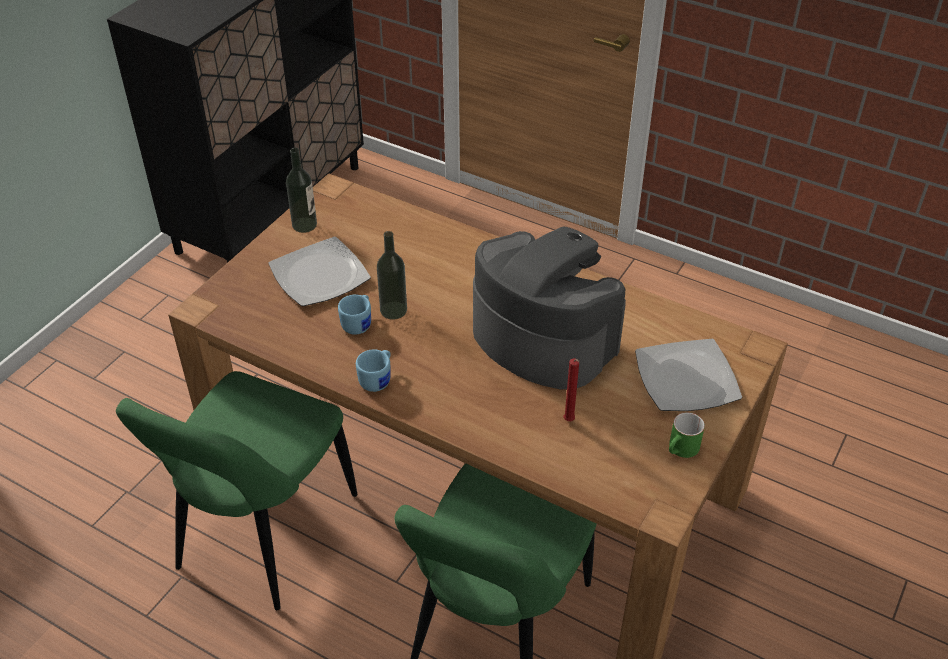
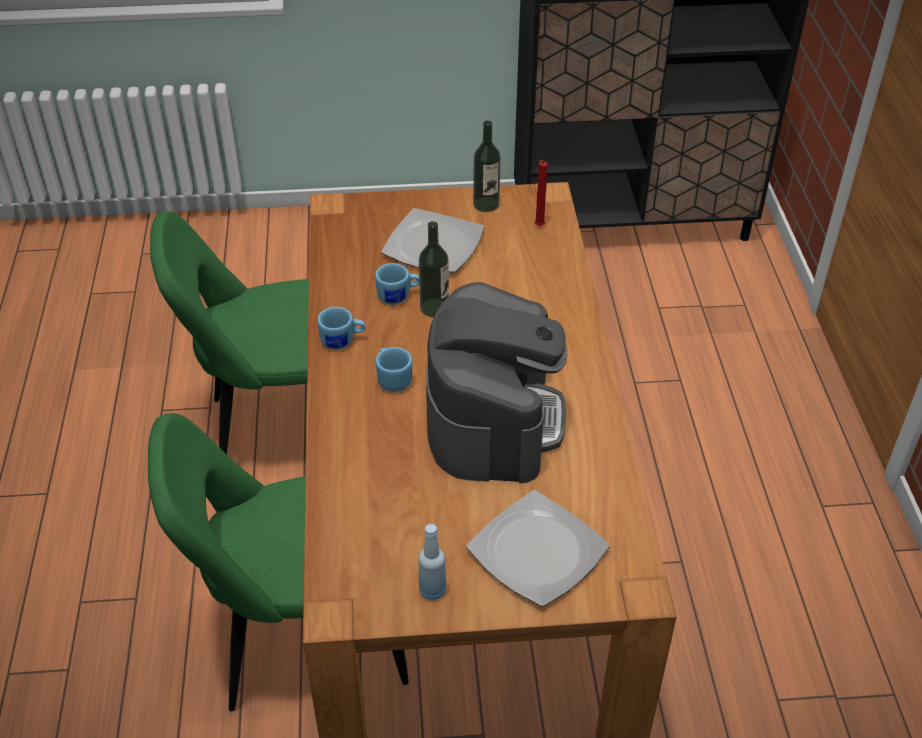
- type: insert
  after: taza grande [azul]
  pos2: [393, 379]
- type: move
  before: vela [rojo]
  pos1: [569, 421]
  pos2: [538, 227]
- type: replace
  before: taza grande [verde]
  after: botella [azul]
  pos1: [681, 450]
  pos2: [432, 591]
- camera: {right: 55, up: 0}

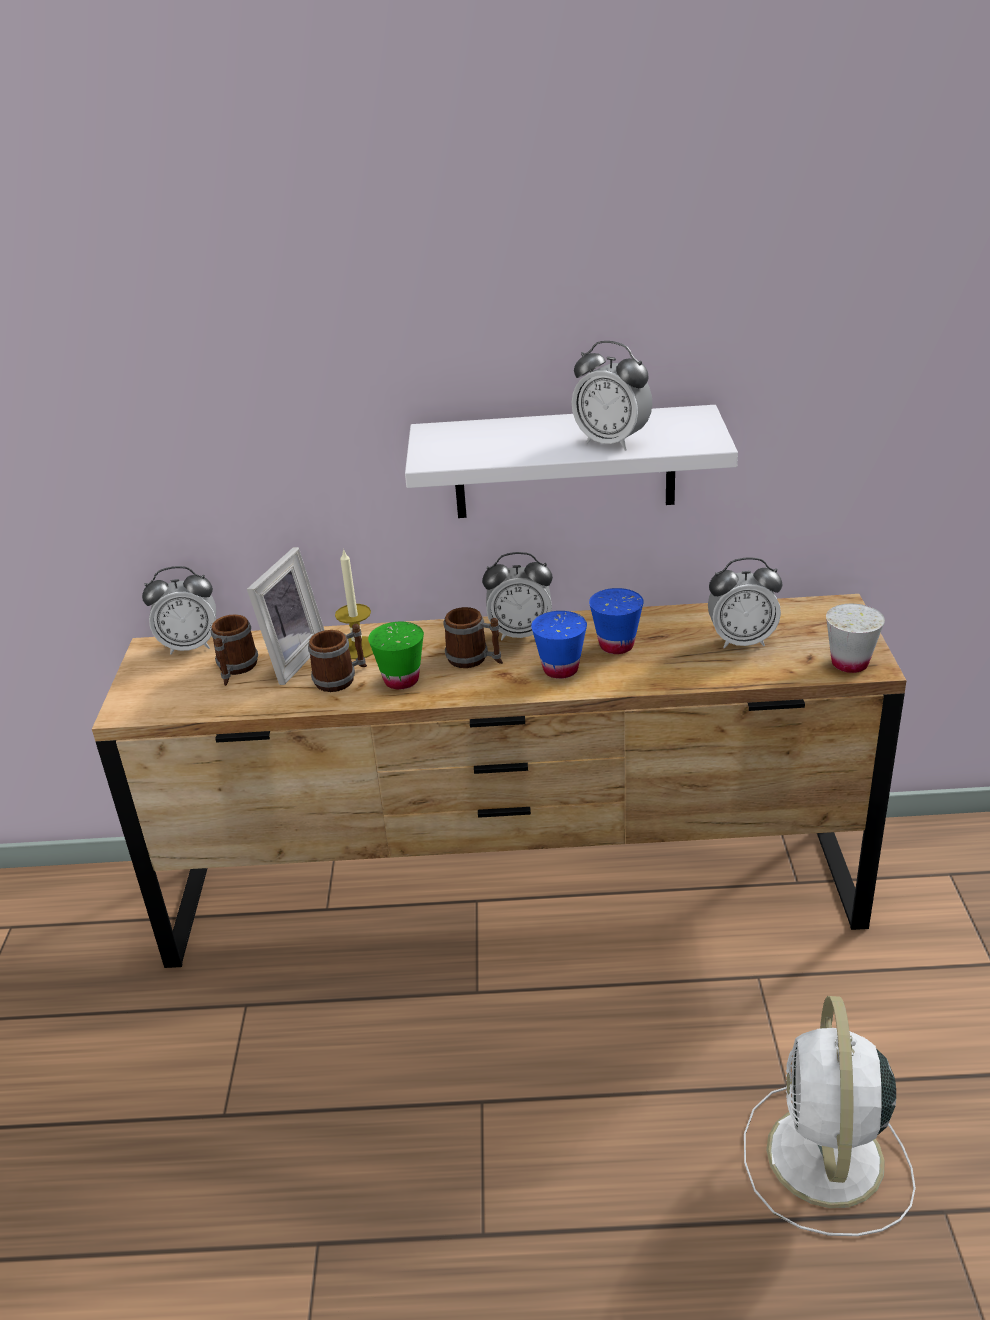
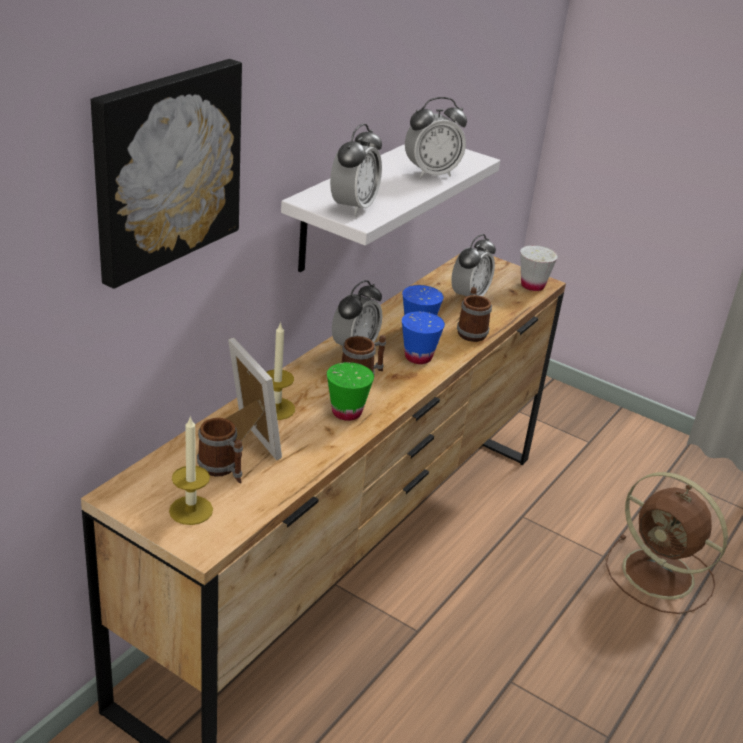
- type: insert
  after: cuadro
  pos2: [165, 168]
- type: insert
  after: vela
  pos2: [191, 510]
- type: move
  before: despertador
  pos1: [190, 646]
  pos2: [353, 207]
- type: move
  before: taza grande
  pos1: [341, 678]
  pos2: [471, 331]
- type: recolor
  before: ventilador [blanco]
  after: ventilador [marrón]
  pos1: [825, 1161]
  pos2: [661, 575]
- camera: {right: -60, up: 0}

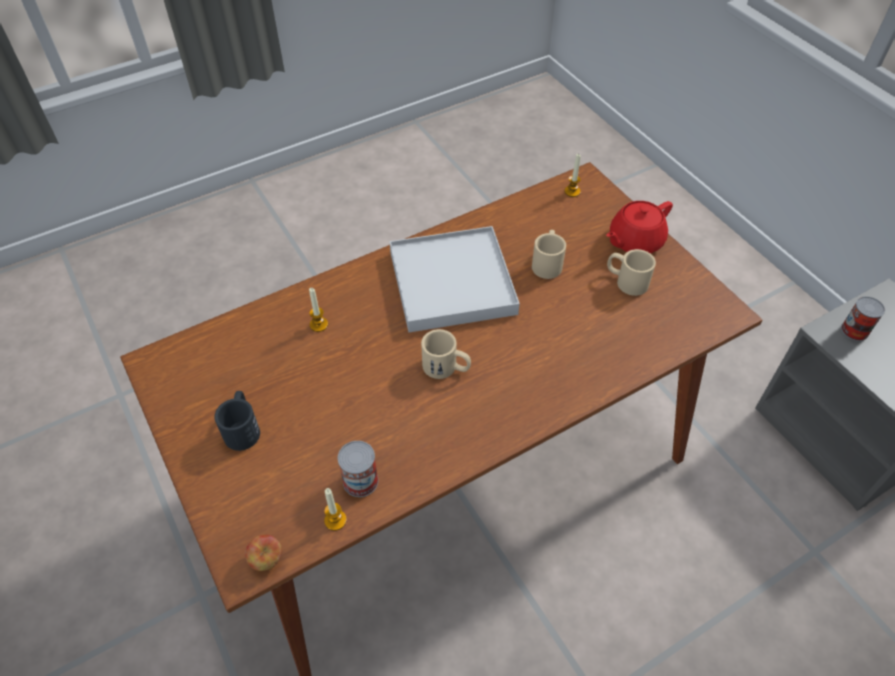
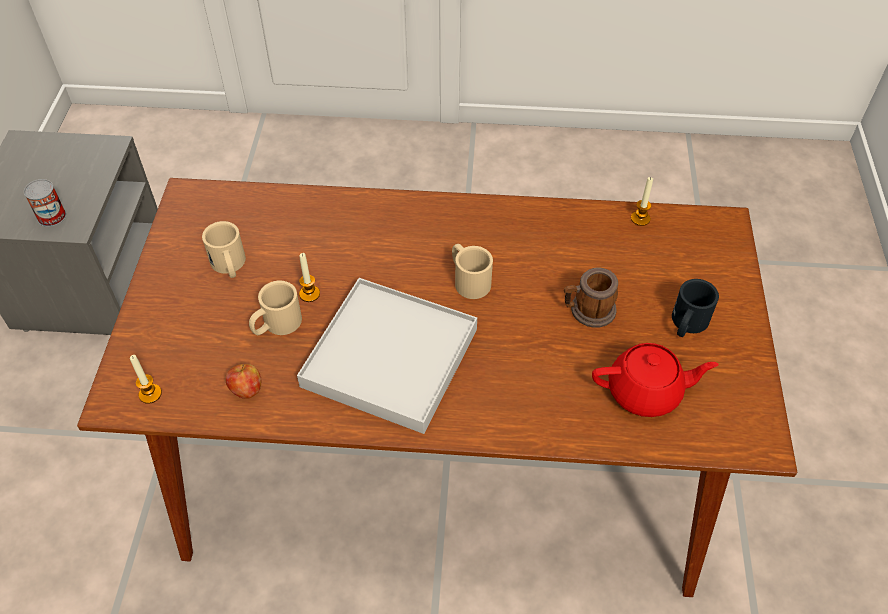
- type: delete
  before: lata
  pos1: [360, 481]
- type: insert
  after: taza grande
  pos2: [588, 311]
- type: move
  before: manzana
  pos1: [266, 559]
  pos2: [246, 390]
- type: move
  before: vela
  pos1: [319, 324]
  pos2: [309, 294]
- type: move
  before: tetera [rojo]
  pos1: [634, 241]
  pos2: [645, 392]
- camera: {right: -145, up: 0}

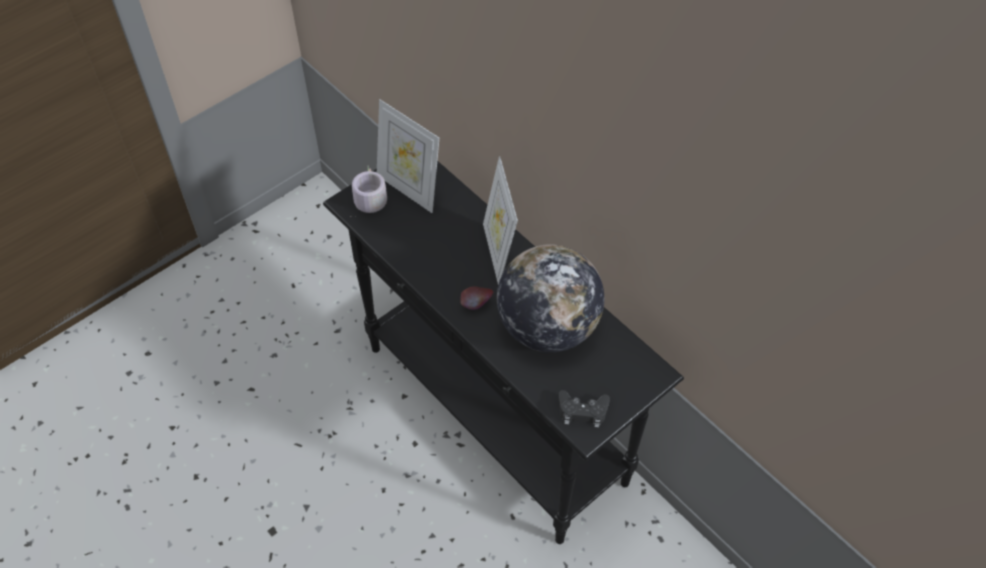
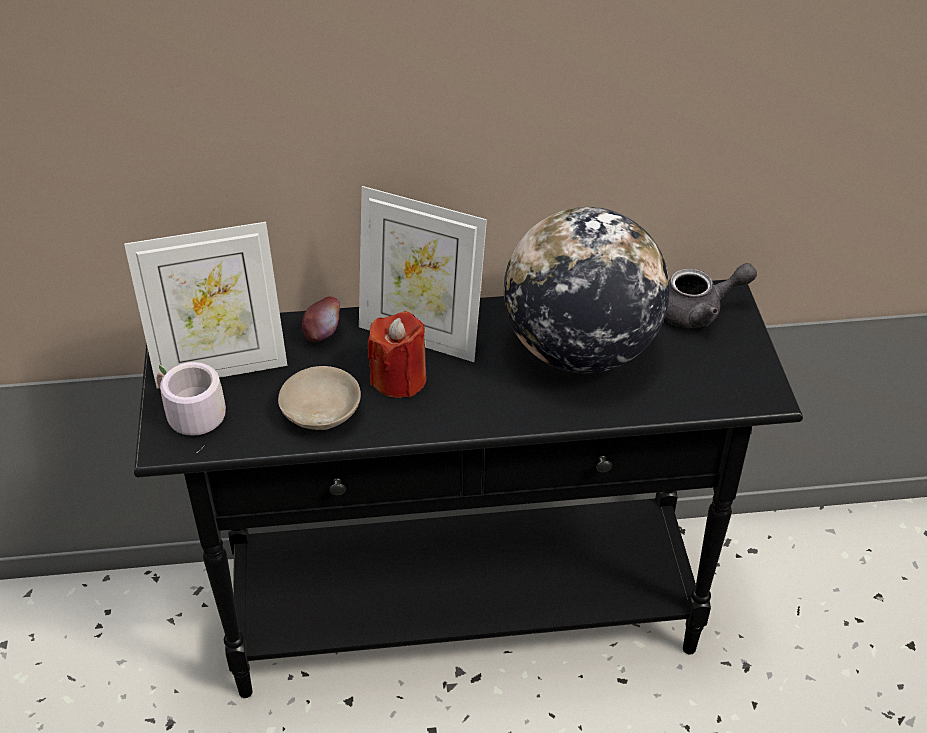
- type: delete
  before: mando de consola [negro]
  pos1: [582, 411]
- type: insert
  after: cuenco [beis]
  pos2: [324, 411]
- type: insert
  after: vela [rojo]
  pos2: [399, 379]
- type: insert
  after: tetera [gris]
  pos2: [698, 311]
- type: move
  before: manzana
  pos1: [476, 305]
  pos2: [322, 334]
- camera: {right: -55, up: -10}

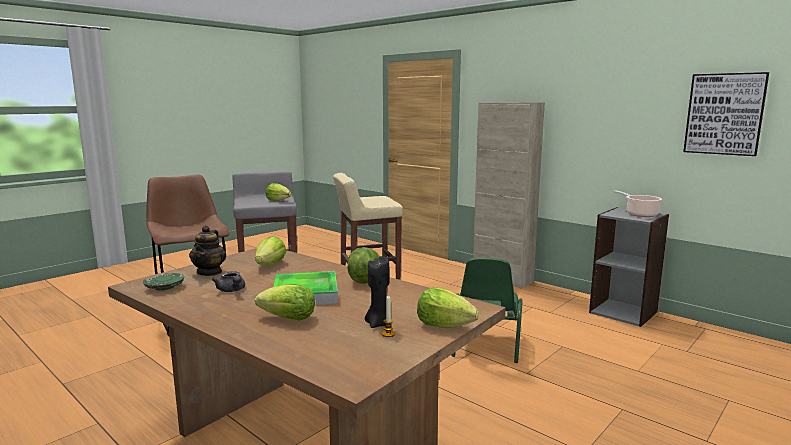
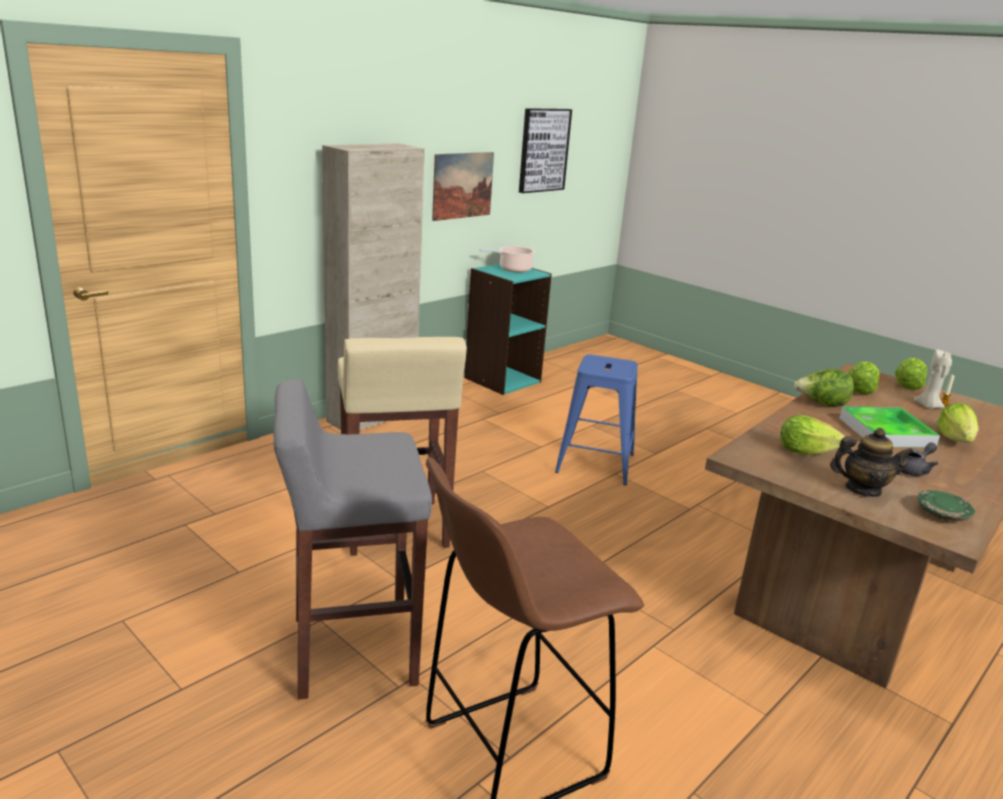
- type: insert
  after: cuadro
  pos2: [462, 185]
- type: move
  before: lechuga
  pos1: [278, 201]
  pos2: [860, 390]
- type: replace
  before: silla [verde]
  after: taburete [azul]
  pos1: [485, 345]
  pos2: [595, 463]
- type: recolor
  before: vela [negro]
  after: vela [beis]
  pos1: [378, 324]
  pos2: [928, 406]
- type: recolor
  before: estantería [gris]
  after: estantería [turquesa]
  pos1: [623, 312]
  pos2: [502, 379]
- camera: {right: -90, up: 10}

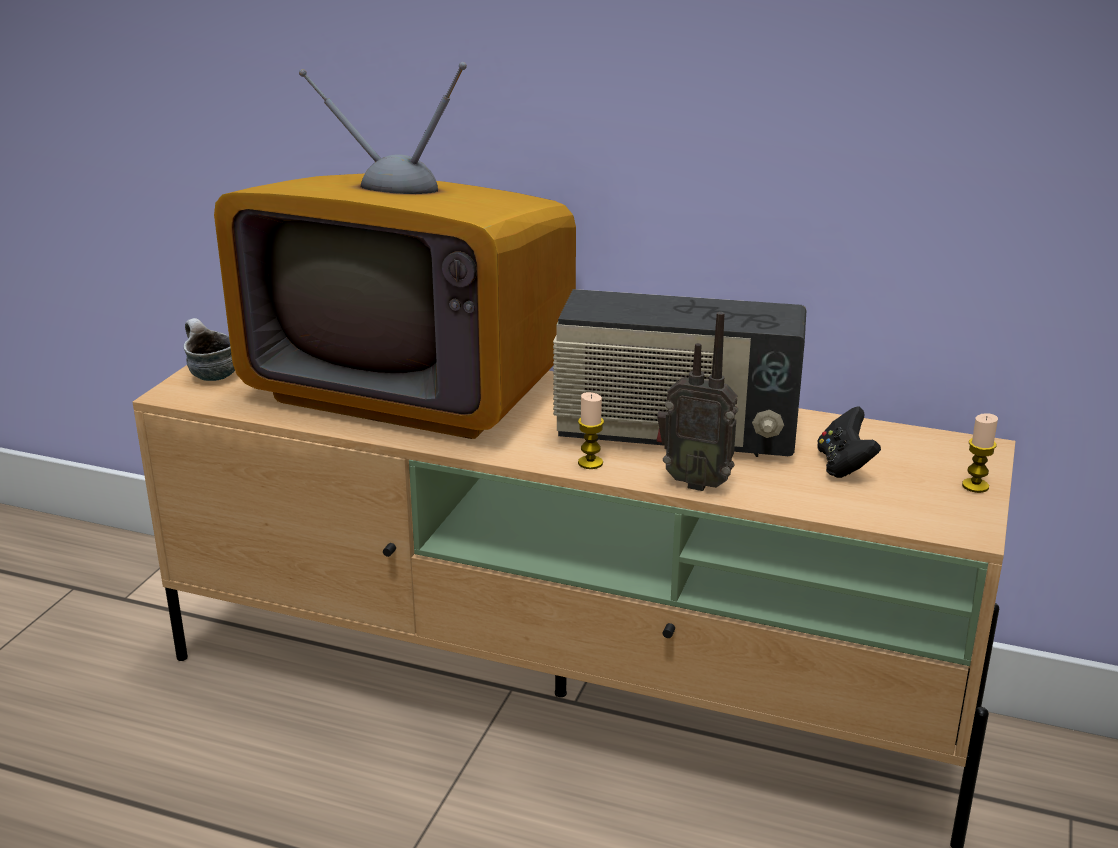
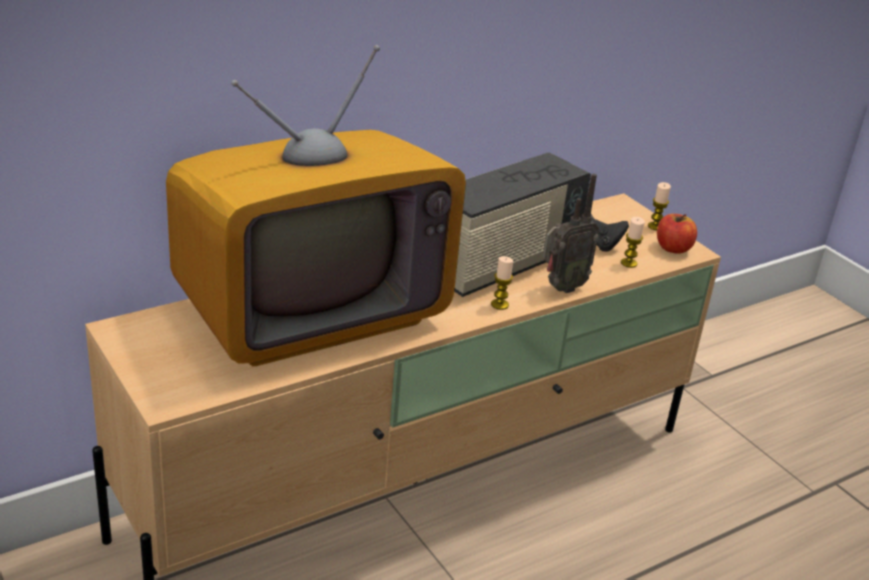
- type: delete
  before: taza grande
  pos1: [209, 374]
- type: insert
  after: vela
  pos2: [629, 263]
- type: insert
  after: manzana
  pos2: [673, 248]
- camera: {right: -55, up: 5}

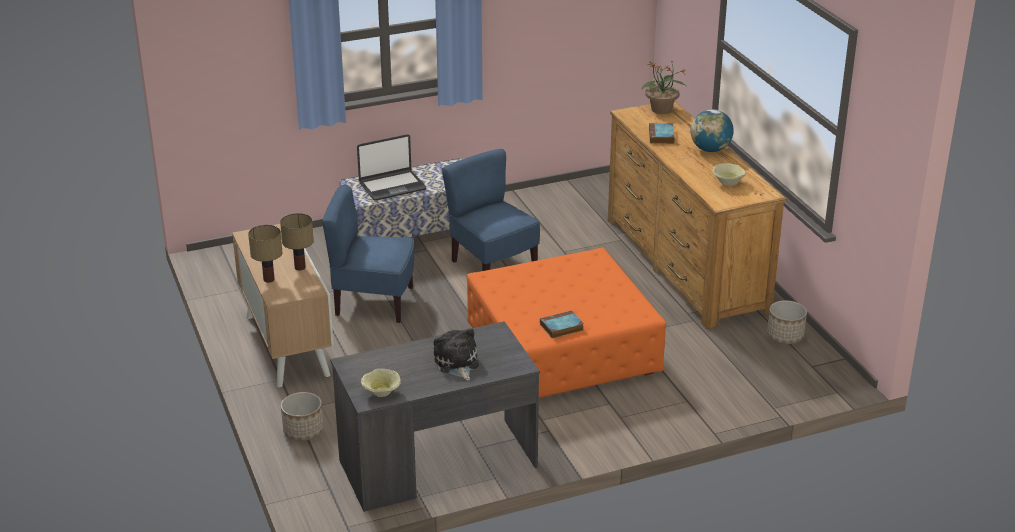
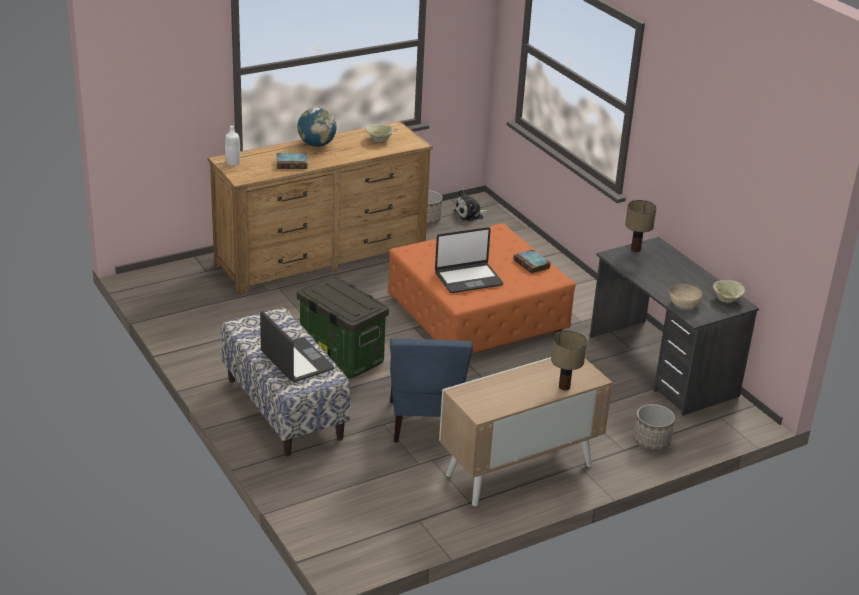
- type: insert
  after: portátil
  pos2: [468, 278]
- type: insert
  after: cuenco [beis]
  pos2: [683, 304]
- type: move
  before: lámpara de mesa
  pos1: [299, 268]
  pos2: [636, 249]
- type: move
  before: peluche
  pos1: [457, 363]
  pos2: [470, 214]
- type: replace
  before: silla [azul]
  after: caja de almacenaje
  pos1: [492, 266]
  pos2: [340, 356]
- type: replace
  before: planta en maceta
  after: botella [blanco]
  pos1: [661, 110]
  pos2: [233, 163]
- camera: {right: -100, up: 0}

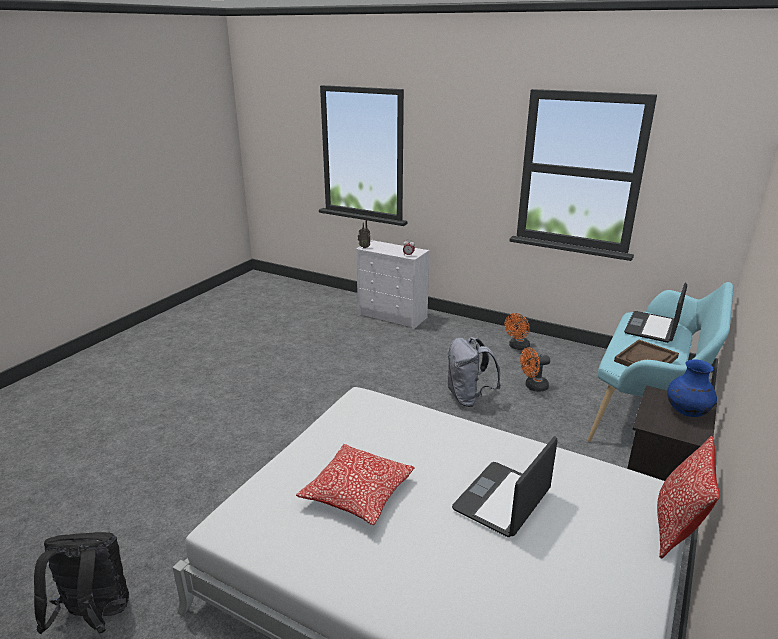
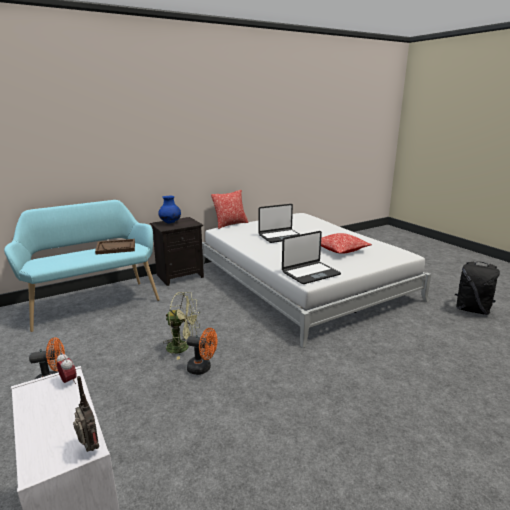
- type: move
  before: ventilador [naranja]
  pos1: [533, 387]
  pos2: [203, 368]
- type: move
  before: portátil
  pos1: [652, 328]
  pos2: [310, 273]
- type: replace
  before: mochila [gris]
  after: ventilador [verde]
  pos1: [468, 398]
  pos2: [183, 347]
- camera: {right: -150, up: -5}

